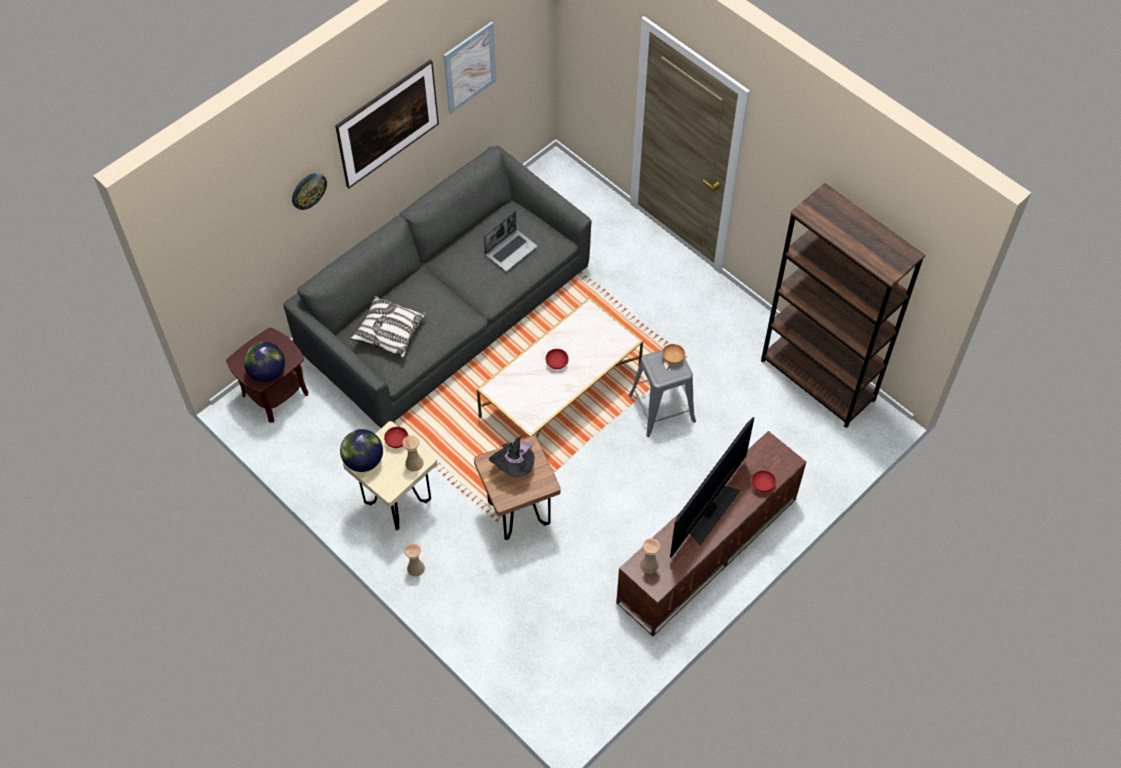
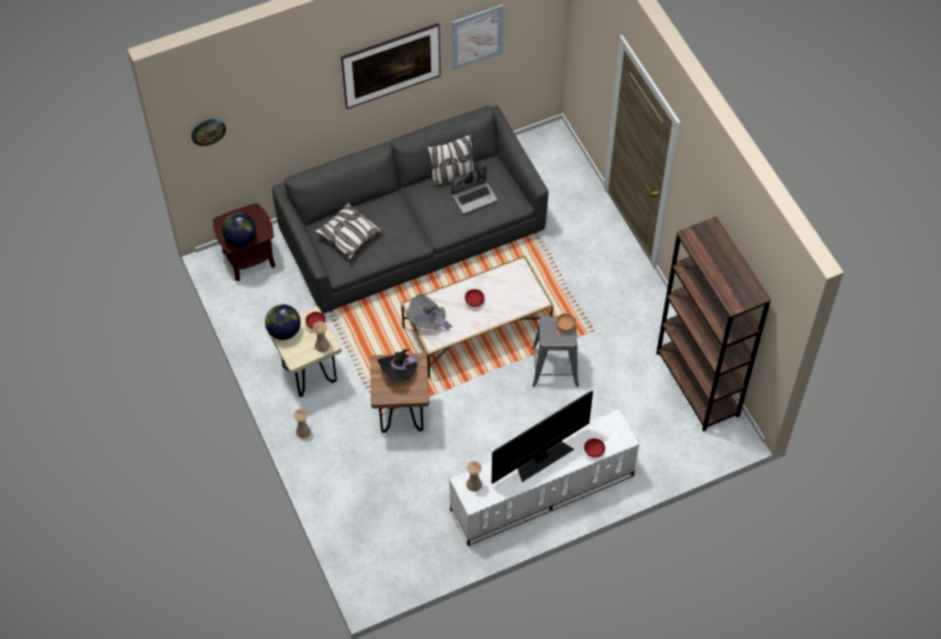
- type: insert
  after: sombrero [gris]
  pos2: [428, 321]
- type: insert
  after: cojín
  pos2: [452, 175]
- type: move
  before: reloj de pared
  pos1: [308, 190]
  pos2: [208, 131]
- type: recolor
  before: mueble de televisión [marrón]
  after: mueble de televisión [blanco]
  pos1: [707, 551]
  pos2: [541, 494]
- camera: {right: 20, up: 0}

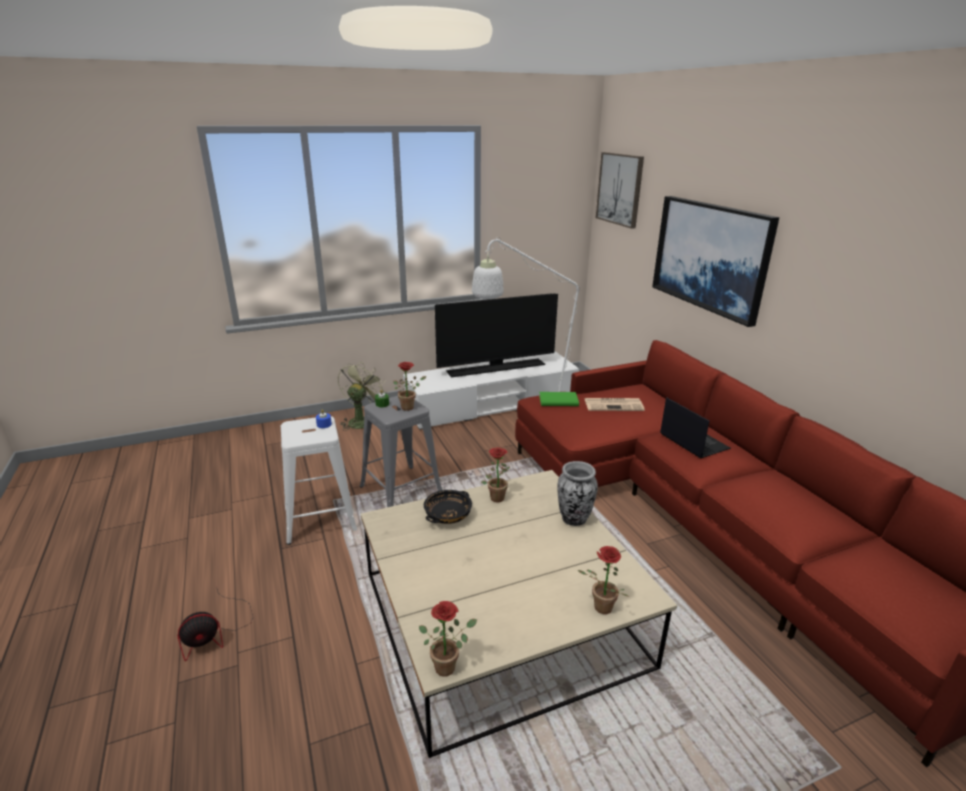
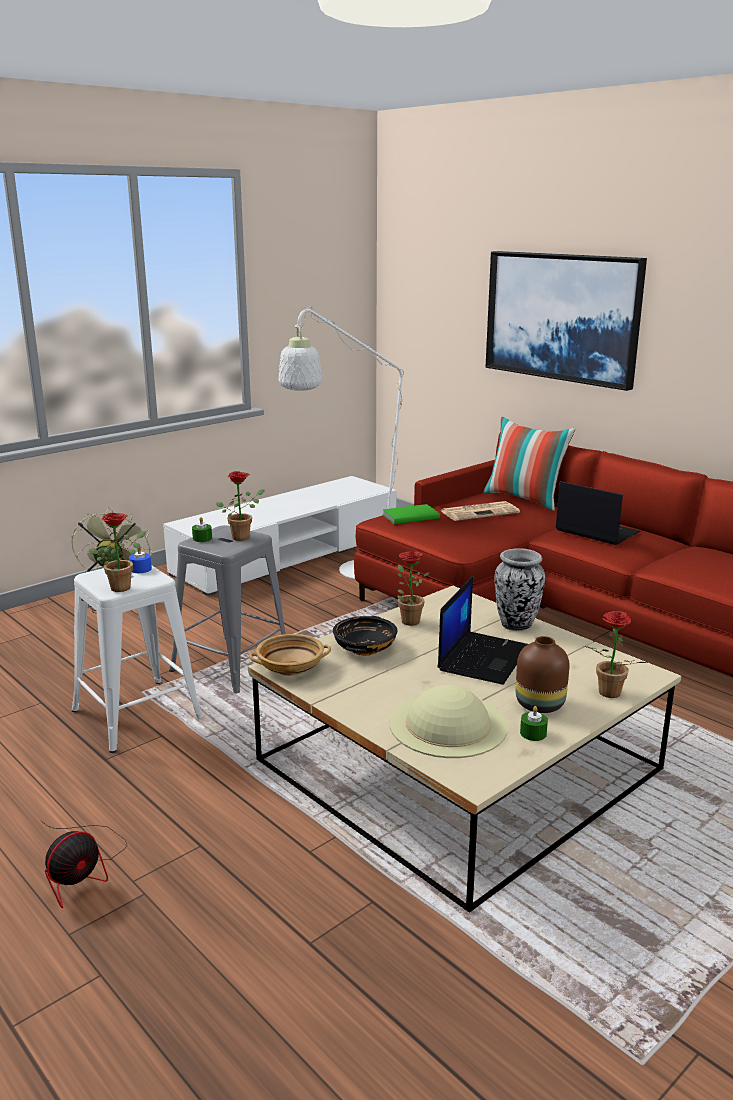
- type: delete
  before: televisor
  pos1: [496, 368]
- type: delete
  before: cuadro
  pos1: [620, 189]
- type: insert
  after: cuenco [beis]
  pos2: [291, 667]
- type: insert
  after: sombrero [beis]
  pos2: [448, 724]
- type: insert
  after: portátil
  pos2: [483, 657]
- type: insert
  after: cojín
  pos2: [524, 499]
- type: insert
  after: florero [marrón]
  pos2: [538, 705]
- type: insert
  after: vela [verde]
  pos2: [533, 733]
- type: move
  before: planta en maceta
  pos1: [448, 665]
  pos2: [124, 586]
- camera: {right: -20, up: -5}

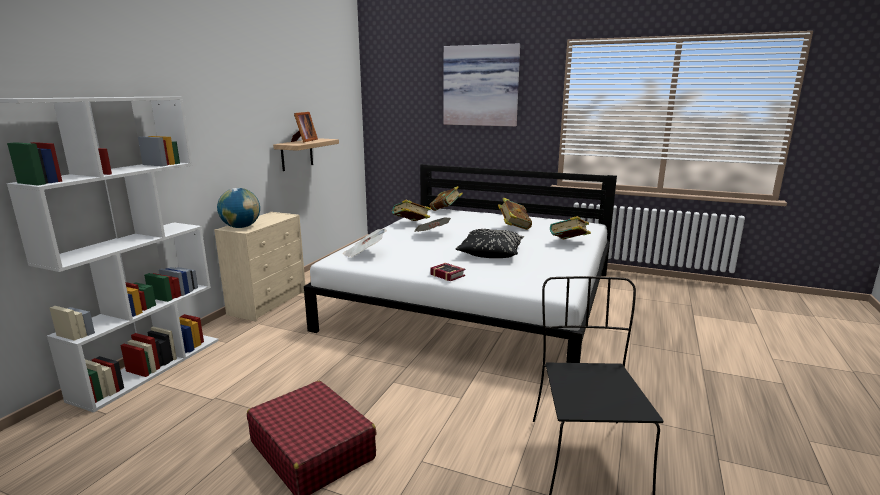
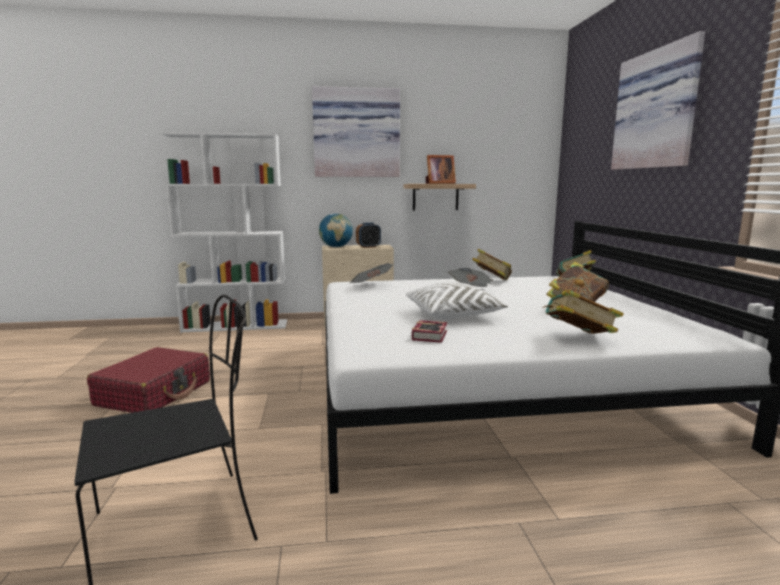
- type: insert
  after: cuadro
  pos2: [356, 133]
- type: insert
  after: despertador
  pos2: [368, 247]
- type: move
  before: libro
  pos1: [447, 274]
  pos2: [431, 335]
- type: recolor
  before: cojín [negro]
  after: cojín [blanco]
  pos1: [490, 253]
  pos2: [454, 315]
- camera: {right: 60, up: -5}

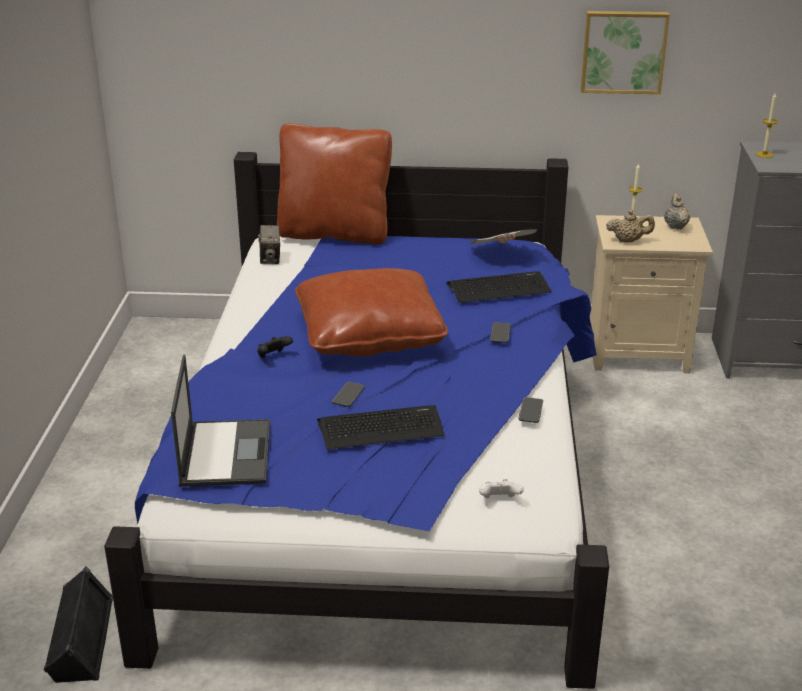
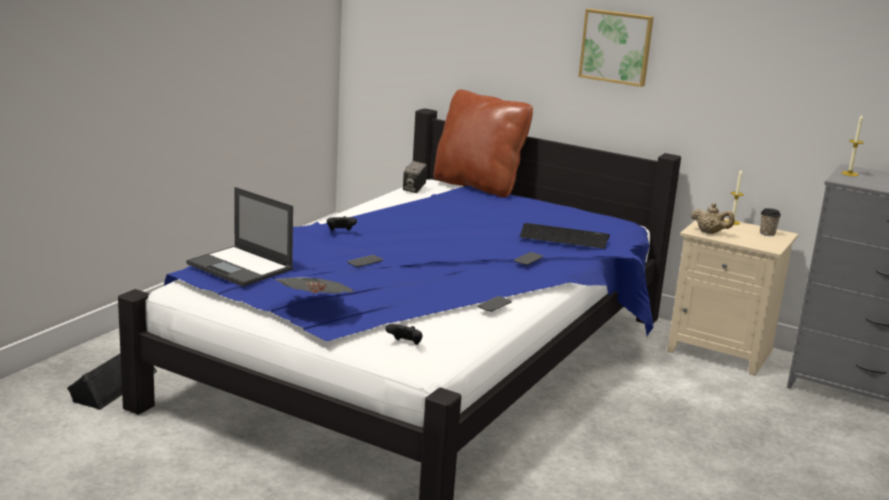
- type: delete
  before: cojín [marrón]
  pos1: [369, 335]
- type: delete
  before: teclado
  pos1: [381, 428]
- type: move
  before: periódico
  pos1: [501, 254]
  pos2: [315, 306]
- type: move
  before: cuadro
  pos1: [623, 51]
  pos2: [616, 47]
- type: replace
  before: tetera [beis]
  after: taza
  pos1: [675, 226]
  pos2: [767, 234]
- type: recolor
  before: mando de consola [blanco]
  after: mando de consola [negro]
  pos1: [499, 500]
  pos2: [405, 344]
- type: rotate
  before: portátil
  pos1: [225, 452]
  pos2: [241, 267]
  turn: 105
- camera: {right: 25, up: -10}

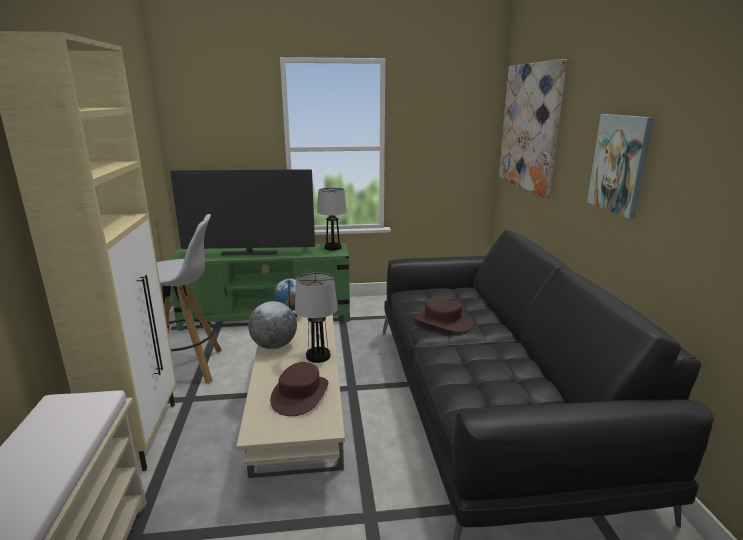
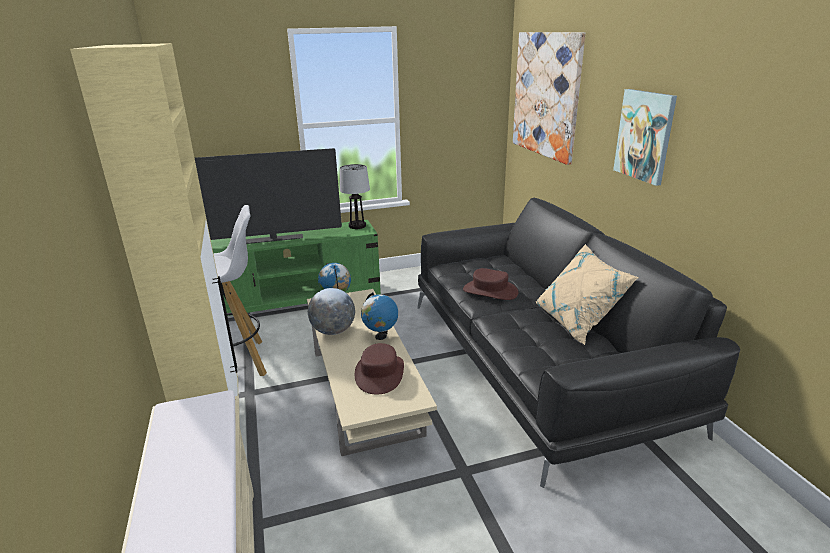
- type: insert
  after: cojín [beis]
  pos2: [577, 322]
- type: replace
  before: lámpara de mesa
  after: globo terráqueo
  pos1: [318, 356]
  pos2: [380, 336]
- camera: {right: -10, up: 5}

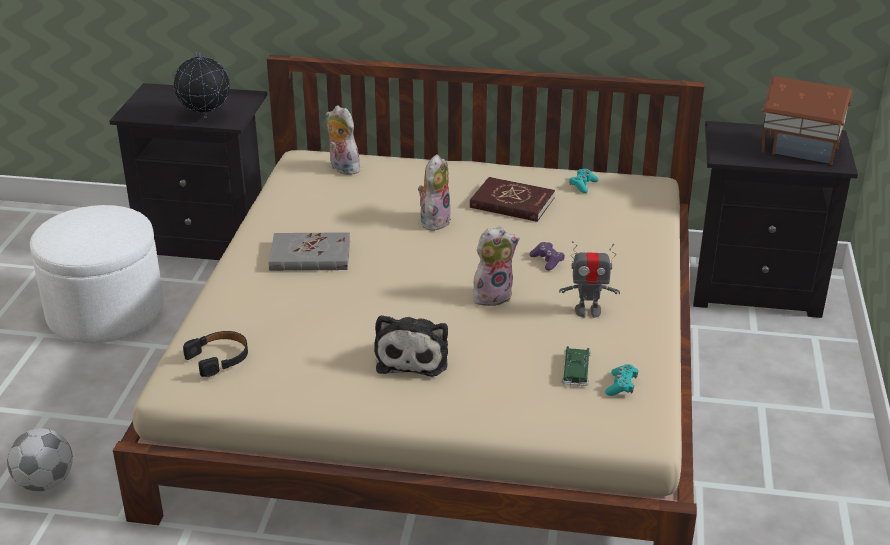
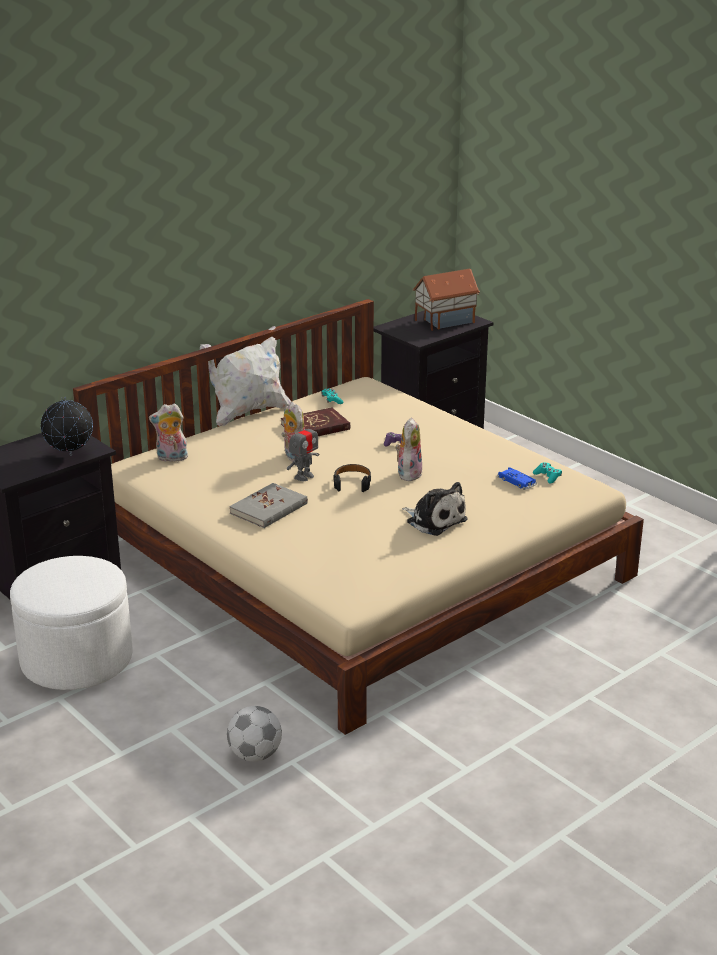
- type: insert
  after: cojín [blanco]
  pos2: [248, 412]
- type: move
  before: auriculares [negro]
  pos1: [219, 358]
  pos2: [352, 482]
- type: move
  before: robot de juguete
  pos1: [588, 311]
  pos2: [304, 476]
- type: recolor
  before: coche de juguete [verde]
  after: coche de juguete [azul]
  pos1: [576, 370]
  pos2: [516, 482]
- camera: {right: -50, up: -5}

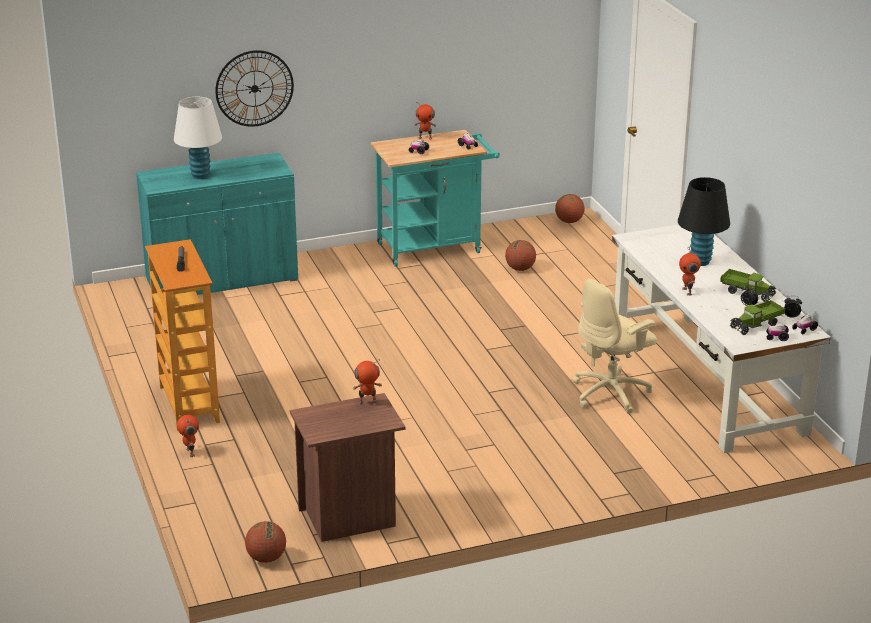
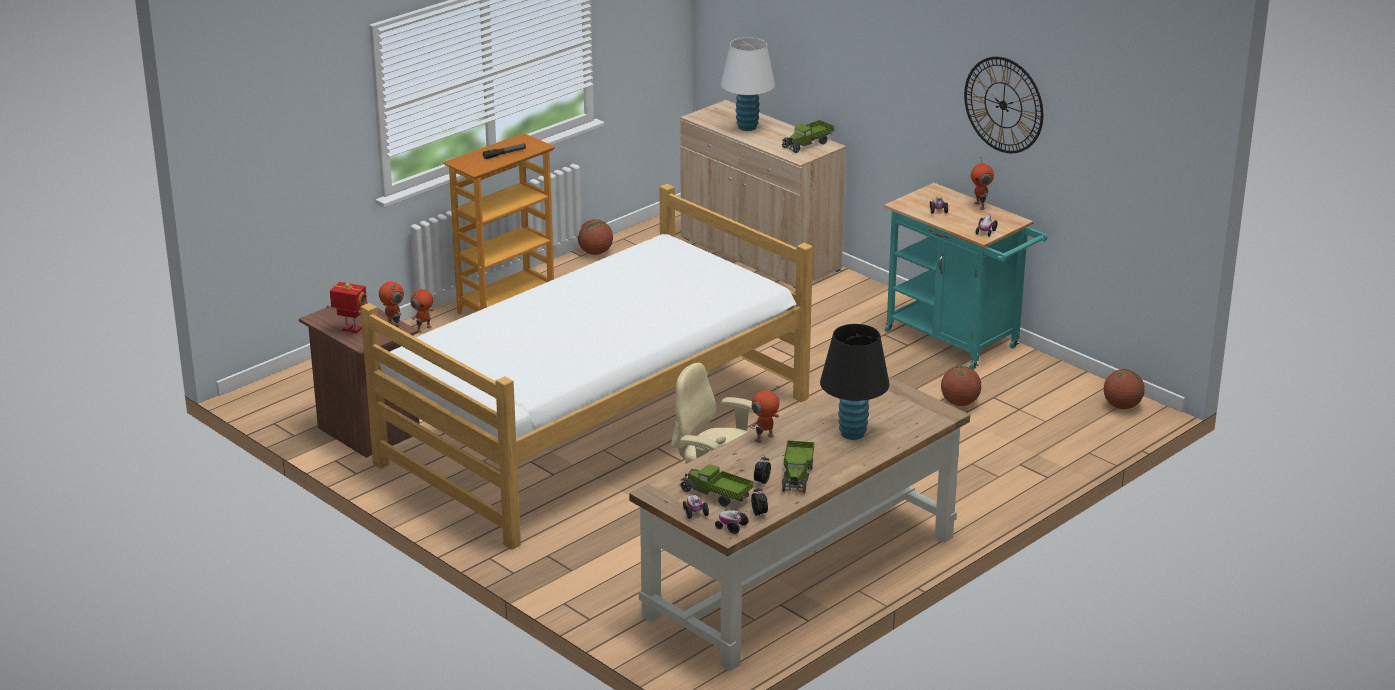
- type: insert
  after: robot de juguete
  pos2: [351, 330]
- type: insert
  after: cama
  pos2: [595, 430]
- type: insert
  after: camión de juguete
  pos2: [807, 144]
- type: move
  before: reloj de pared
  pos1: [254, 88]
  pos2: [1003, 105]
- type: move
  before: balón de baloncesto
  pos1: [266, 558]
  pos2: [595, 253]
- type: recolor
  before: armario [turquesa]
  after: armario [beis]
  pos1: [222, 280]
  pos2: [759, 254]
- type: recolor
  before: escritorio [blanco]
  after: escritorio [marrón]
  pos1: [707, 381]
  pos2: [801, 577]
- camera: {right: 65, up: 0}

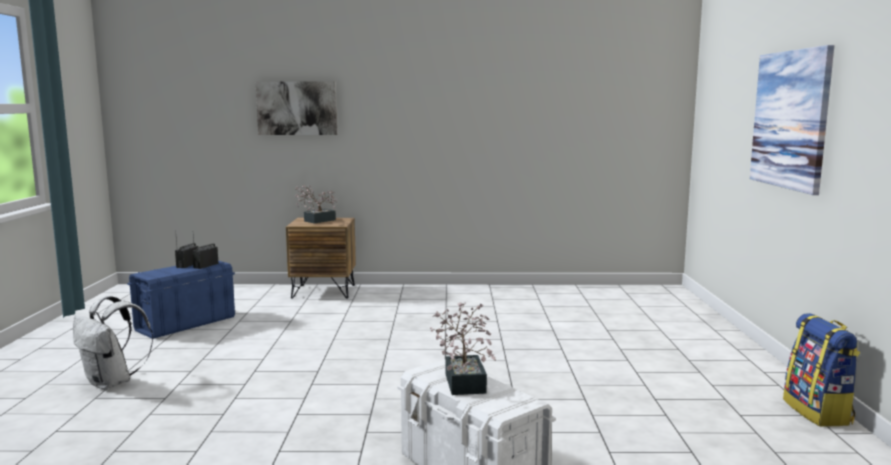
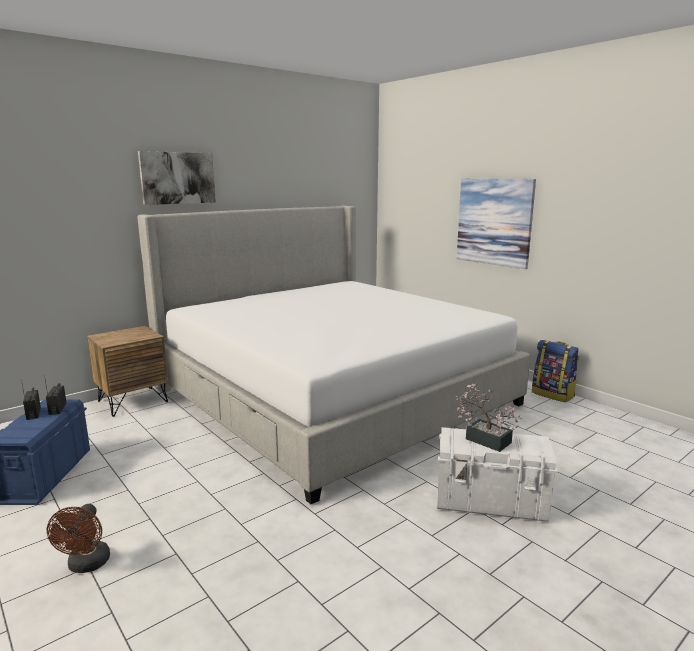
- type: delete
  before: planta en maceta
  pos1: [316, 221]
- type: insert
  after: cama
  pos2: [332, 395]
- type: move
  before: cuadro
  pos1: [297, 108]
  pos2: [177, 178]
- type: replace
  before: mochila [blanco]
  after: ventilador [marrón]
  pos1: [112, 382]
  pos2: [87, 565]
- camera: {right: -40, up: 5}

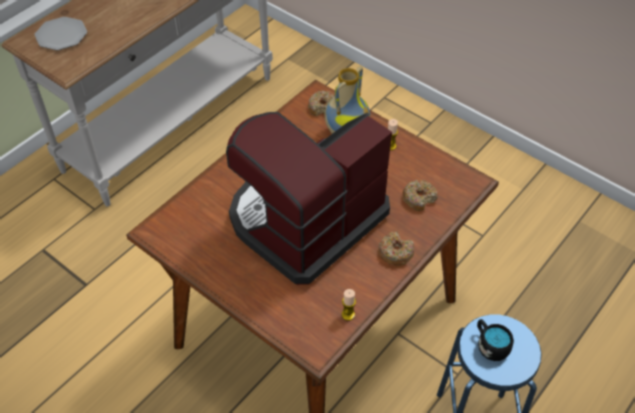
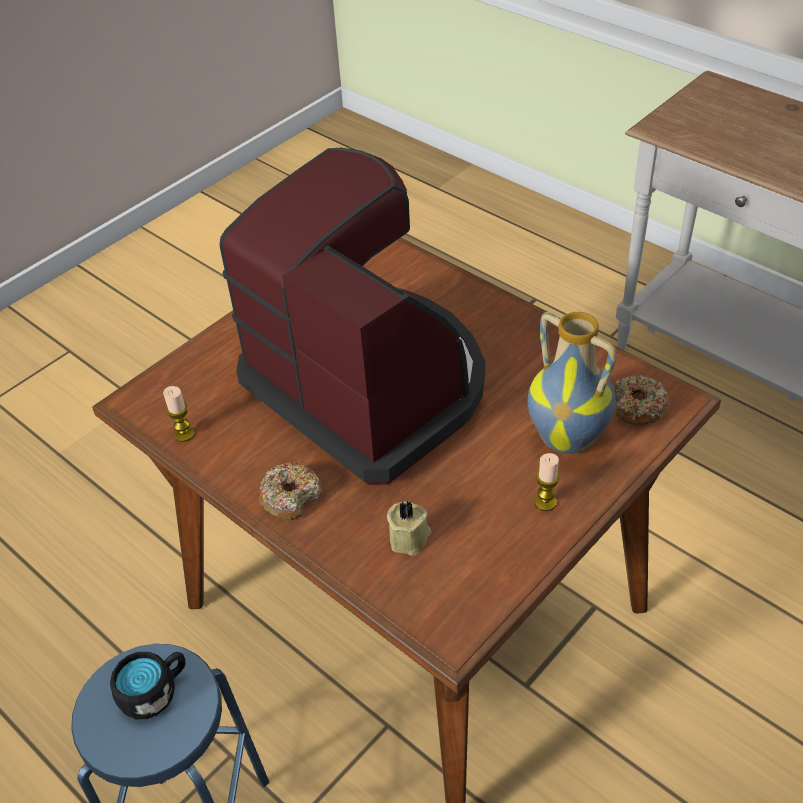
- type: delete
  before: plato
  pos1: [61, 35]
- type: replace
  before: rosquilla
  after: vela [beis]
  pos1: [419, 198]
  pos2: [410, 538]
- camera: {right: 95, up: -5}

